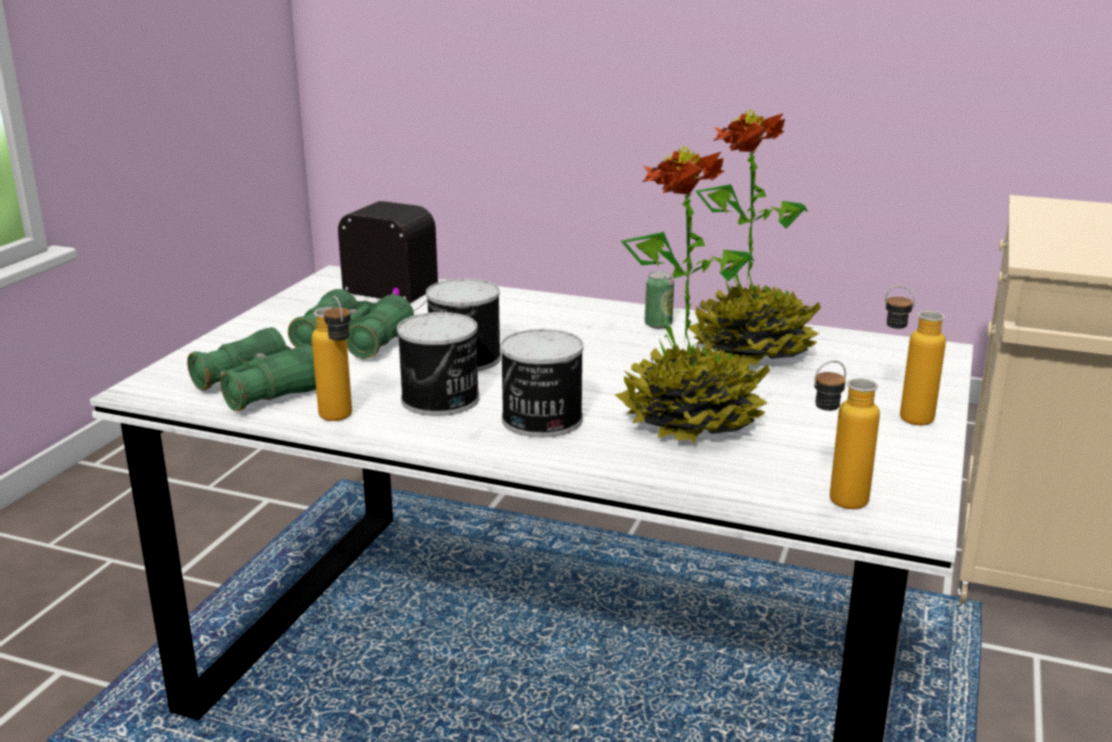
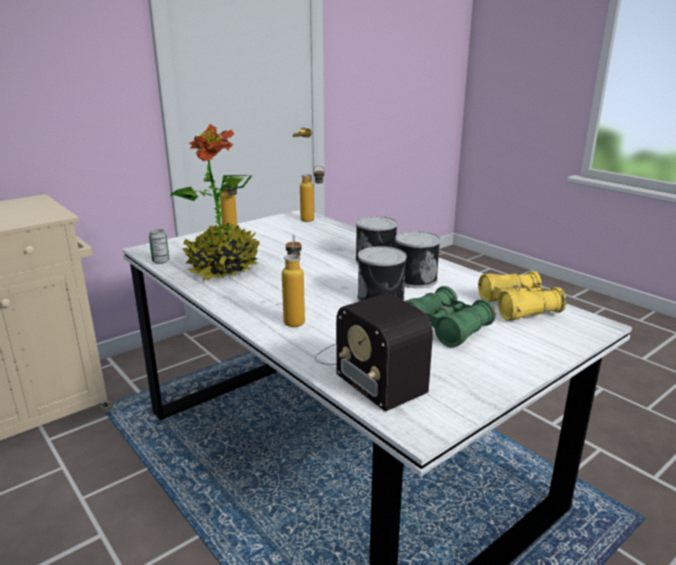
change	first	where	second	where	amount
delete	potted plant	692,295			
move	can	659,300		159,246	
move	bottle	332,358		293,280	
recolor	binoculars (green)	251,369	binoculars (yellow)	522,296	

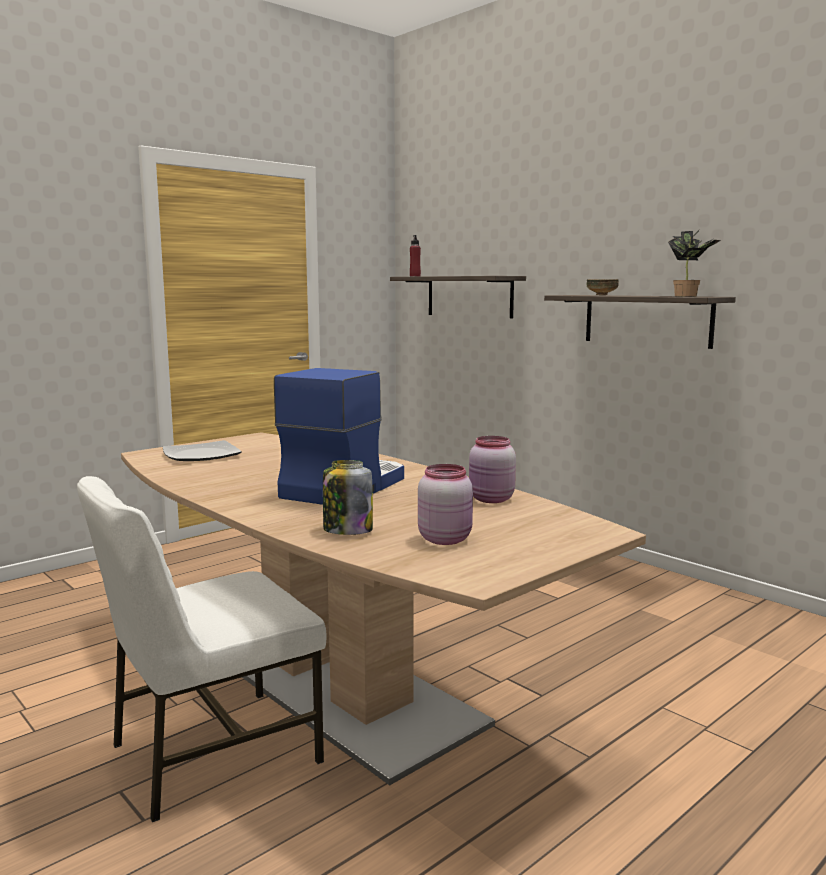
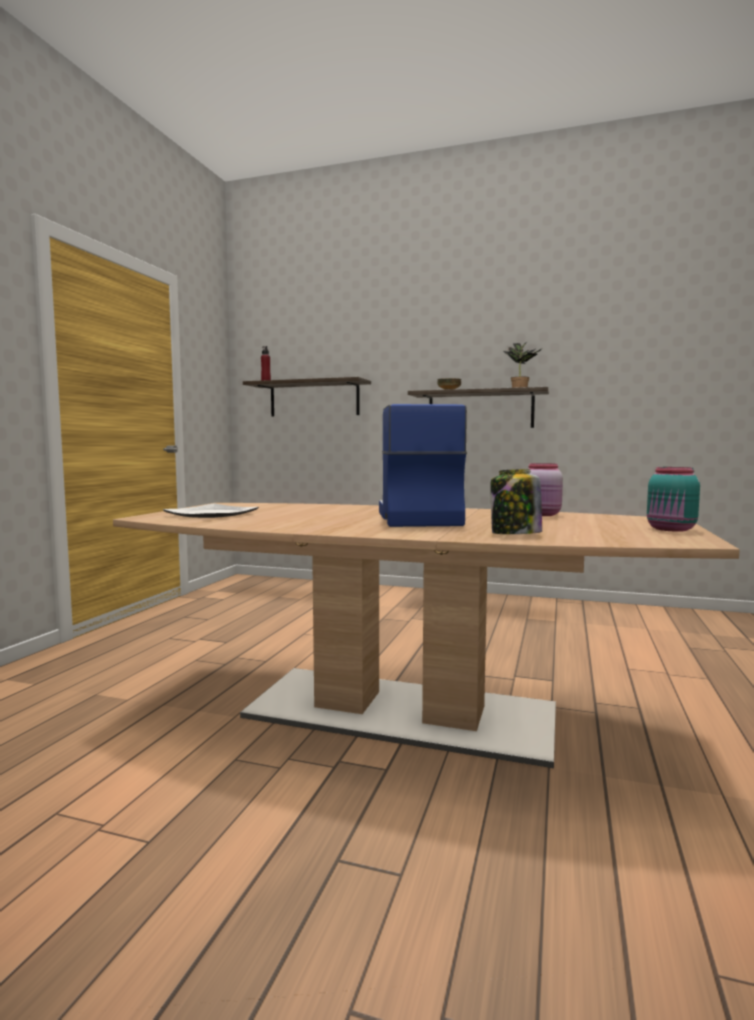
change	first	where	second	where	amount
delete	jar (pink)	445,504			
delete	chair (white)	202,649			
insert			jar (turquoise)	673,499	

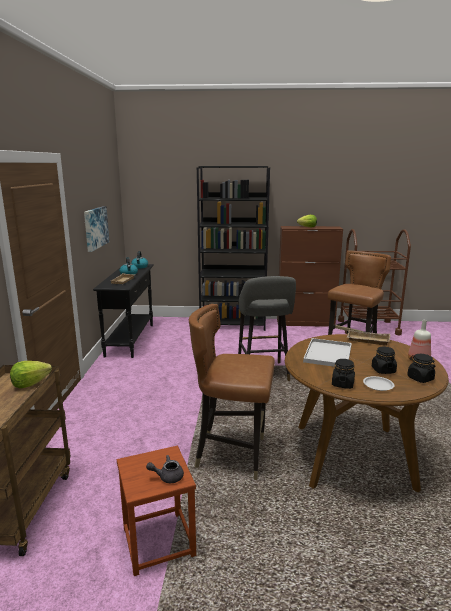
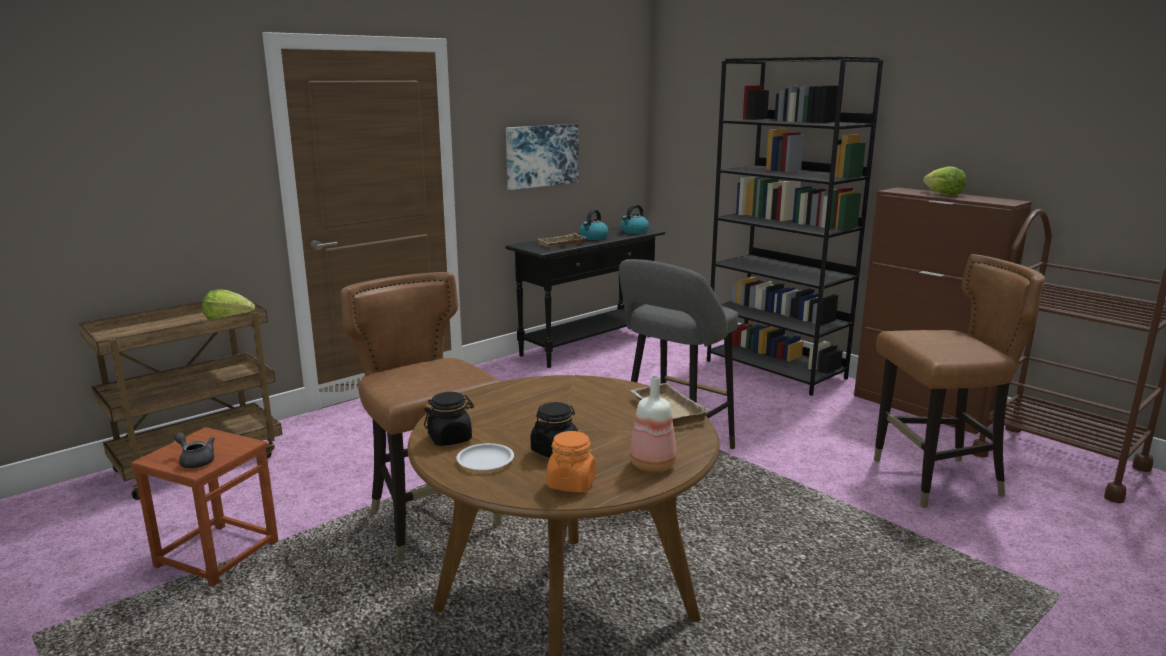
change	first	where	second	where	amount
delete	tray (white)	327,352			
recolor	jar (black)	421,368	jar (orange)	571,462	

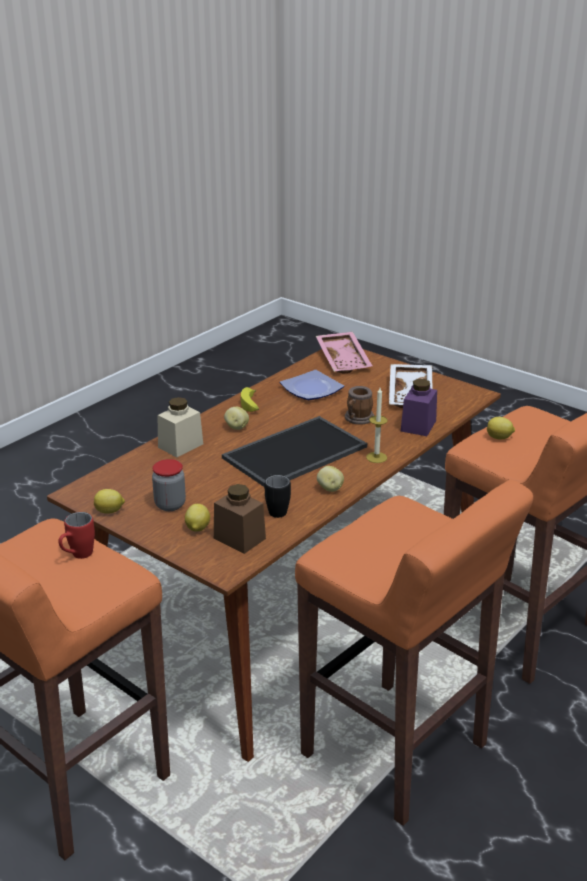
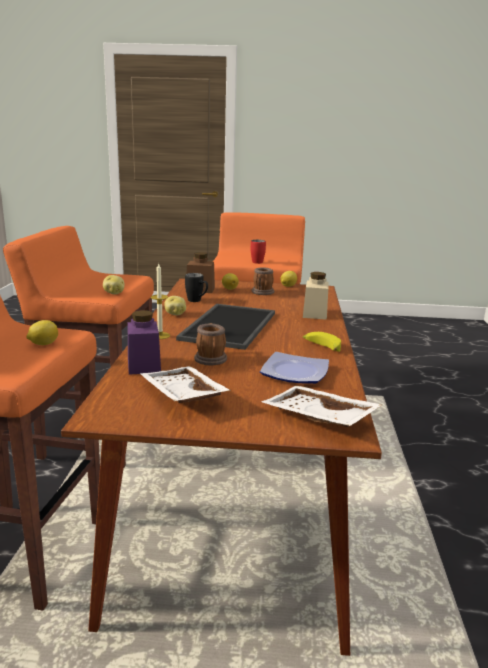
change	first	where	second	where	amount
recolor	tray (pink)	344,353	tray (white)	321,406	
move	potato	236,418		113,284	
replace	jar	169,485	mug	262,281	

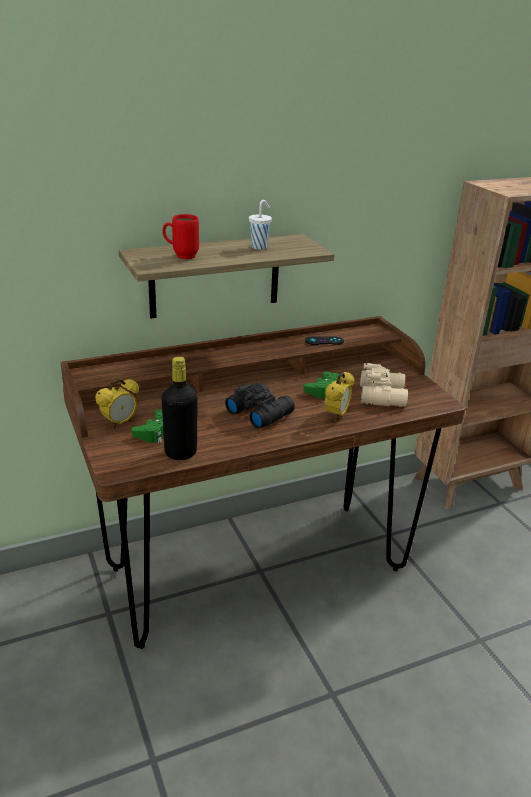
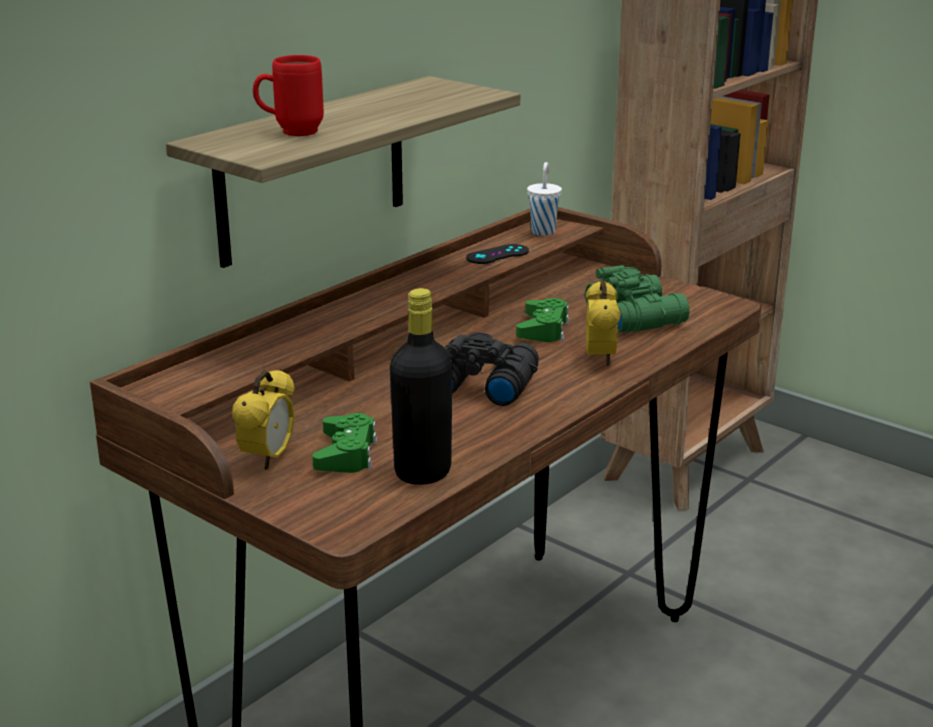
change	first	where	second	where	amount
move	cup (white)	260,225		544,198	
recolor	binoculars (beige)	384,385	binoculars (green)	637,299	

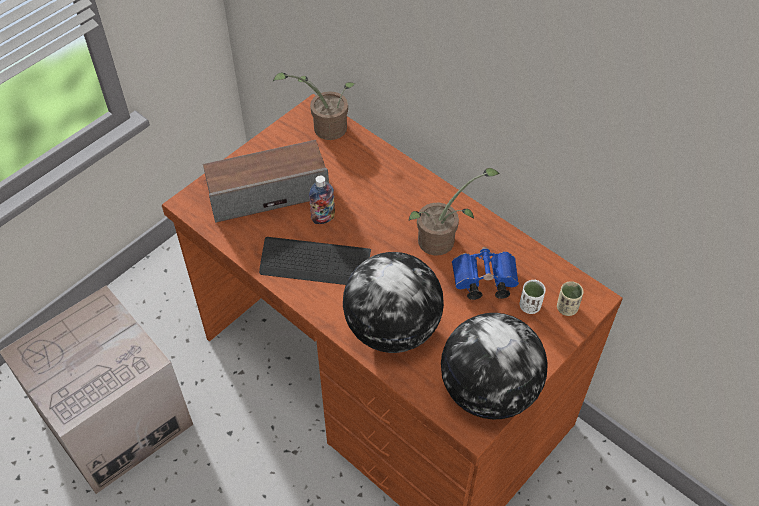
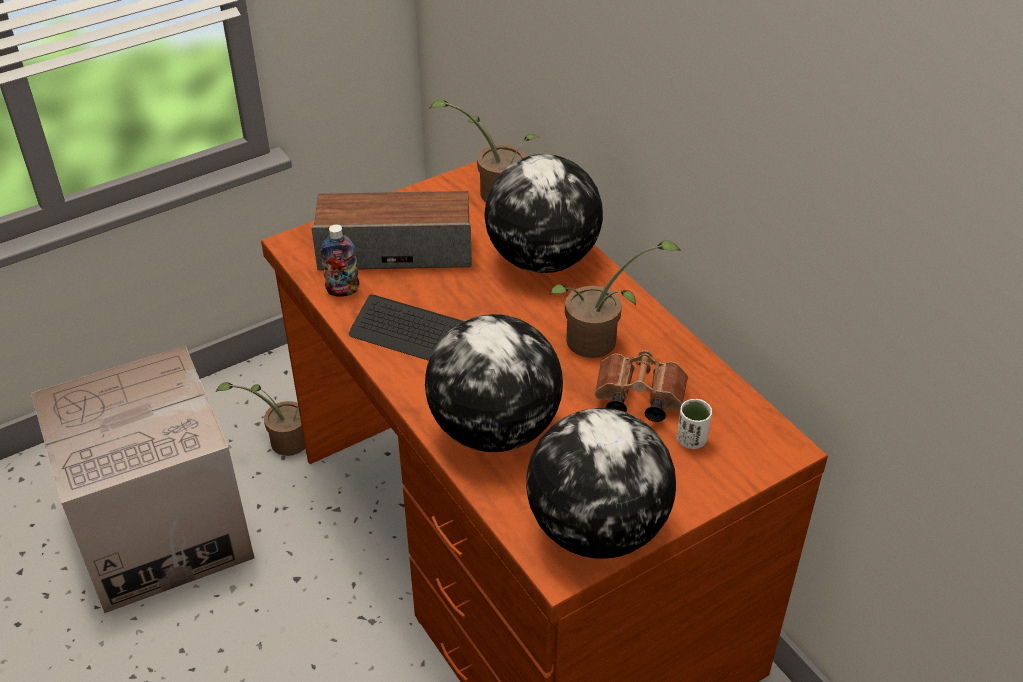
change	first	where	second	where	amount
move	bottle	322,200		340,261	
recolor	binoculars (blue)	485,273	binoculars (brown)	641,386	
delete	cup (beige)	570,298			
insert			globe	543,213	
insert			potted plant	260,419	

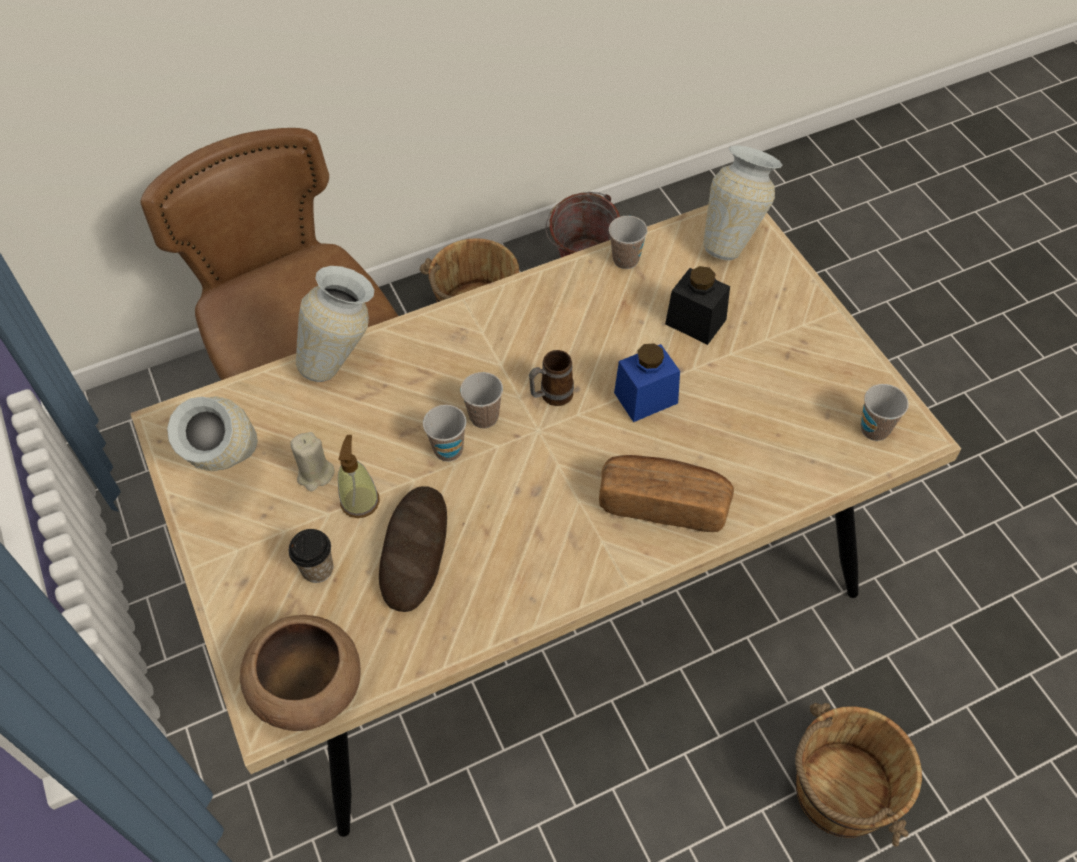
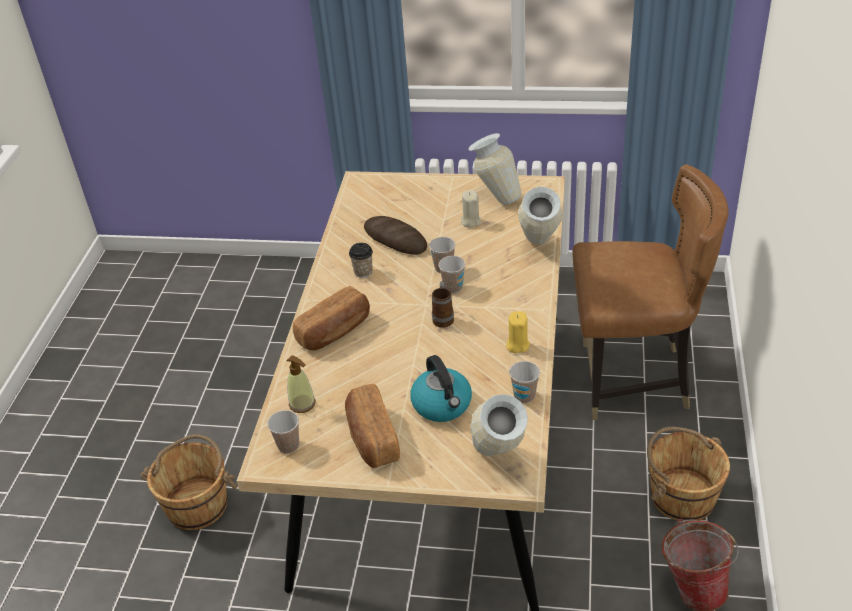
change	first	where	second	where	amount
replace	jar (black)	697,305	kettle	441,388	
delete	jar (blue)	647,383			
move	soap dispenser	359,476		301,384	
move	cup	311,556		361,260	
delete	bowl (brown)	300,673			
insert			candle (yellow)	518,332	
insert			bread	372,426	

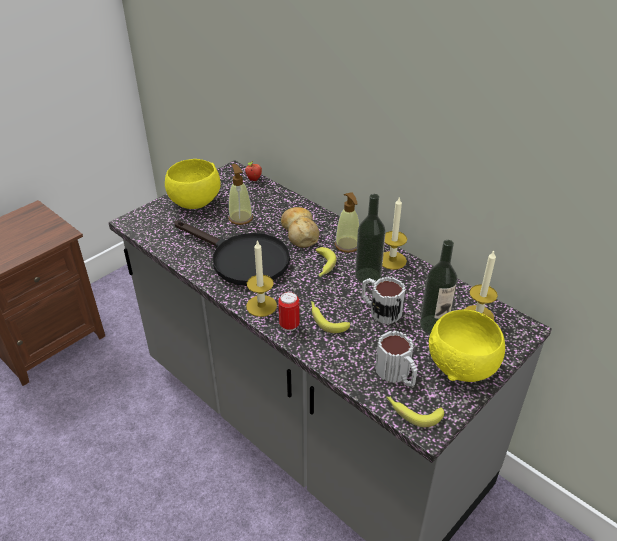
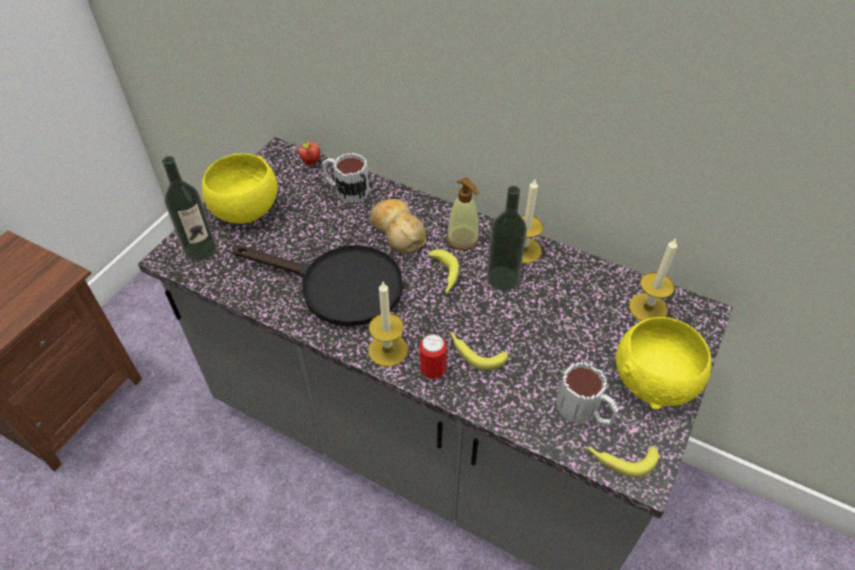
change	first	where	second	where	amount
delete	soap dispenser	241,194			
move	bottle	438,287		189,208	
move	mug	383,300		346,178	

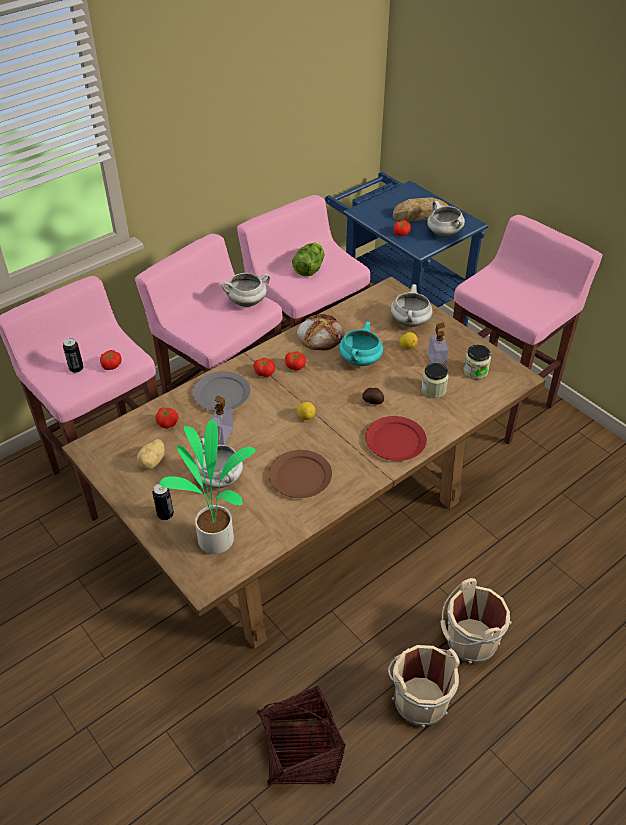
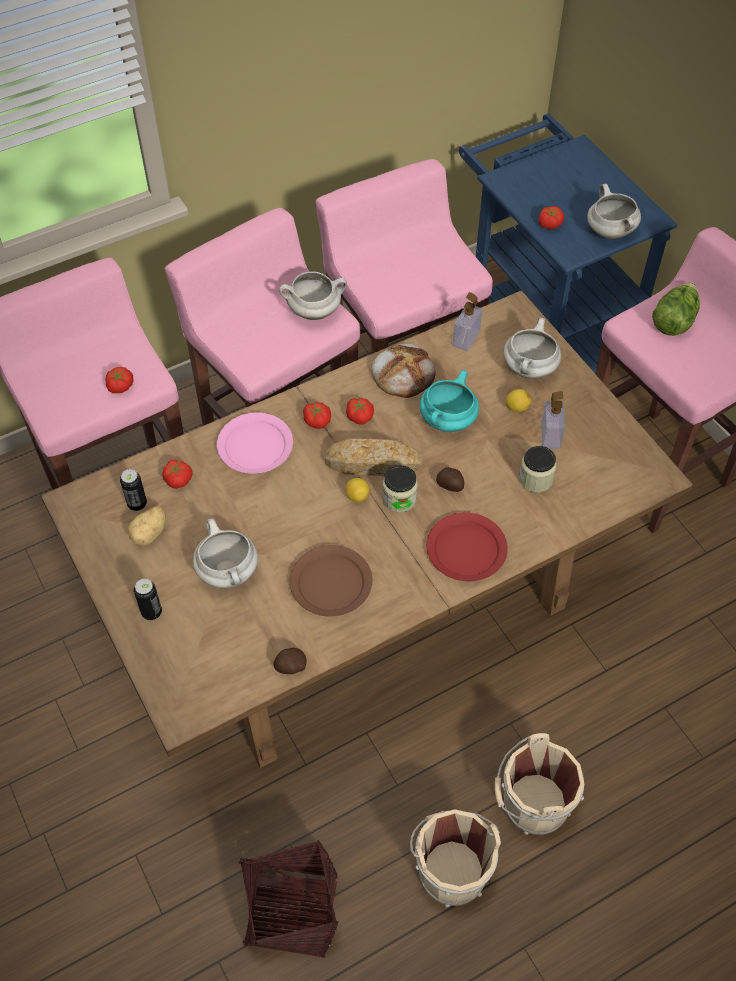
change	first	where	second	where	amount
move	bread	421,209		373,457	
move	lettuce	308,259		676,309	
move	can	73,355		133,490	
move	jar	477,362		400,488	
recolor	plate (grey)	221,391	plate (pink)	255,443	
move	soap dispenser	222,420		467,321	
delete	potted plant	207,486			
insert			potato	290,661	

